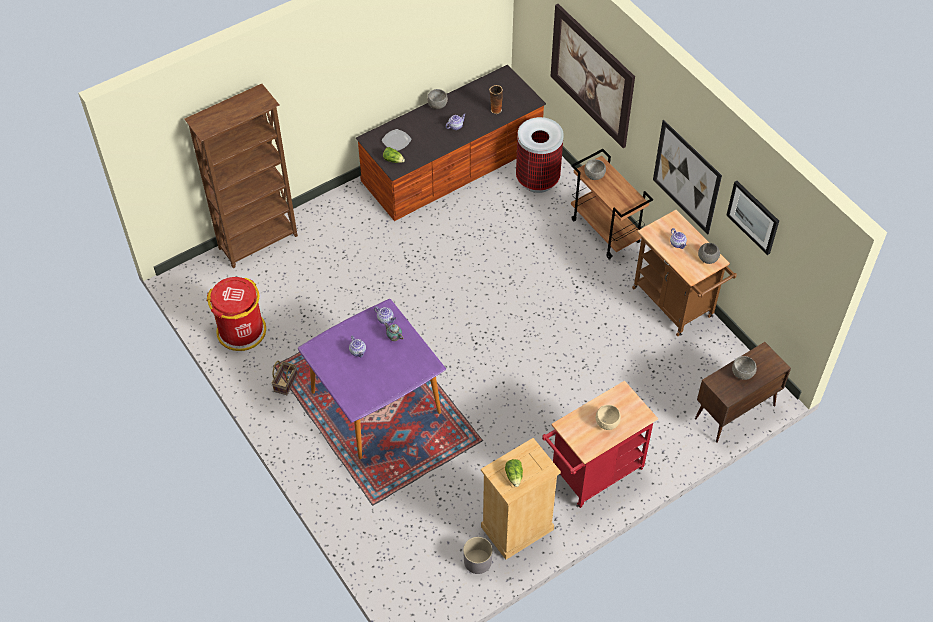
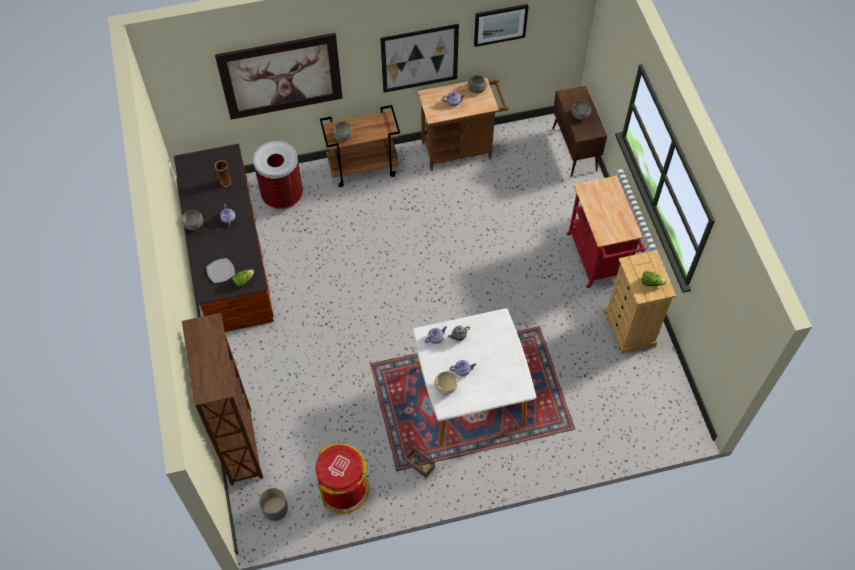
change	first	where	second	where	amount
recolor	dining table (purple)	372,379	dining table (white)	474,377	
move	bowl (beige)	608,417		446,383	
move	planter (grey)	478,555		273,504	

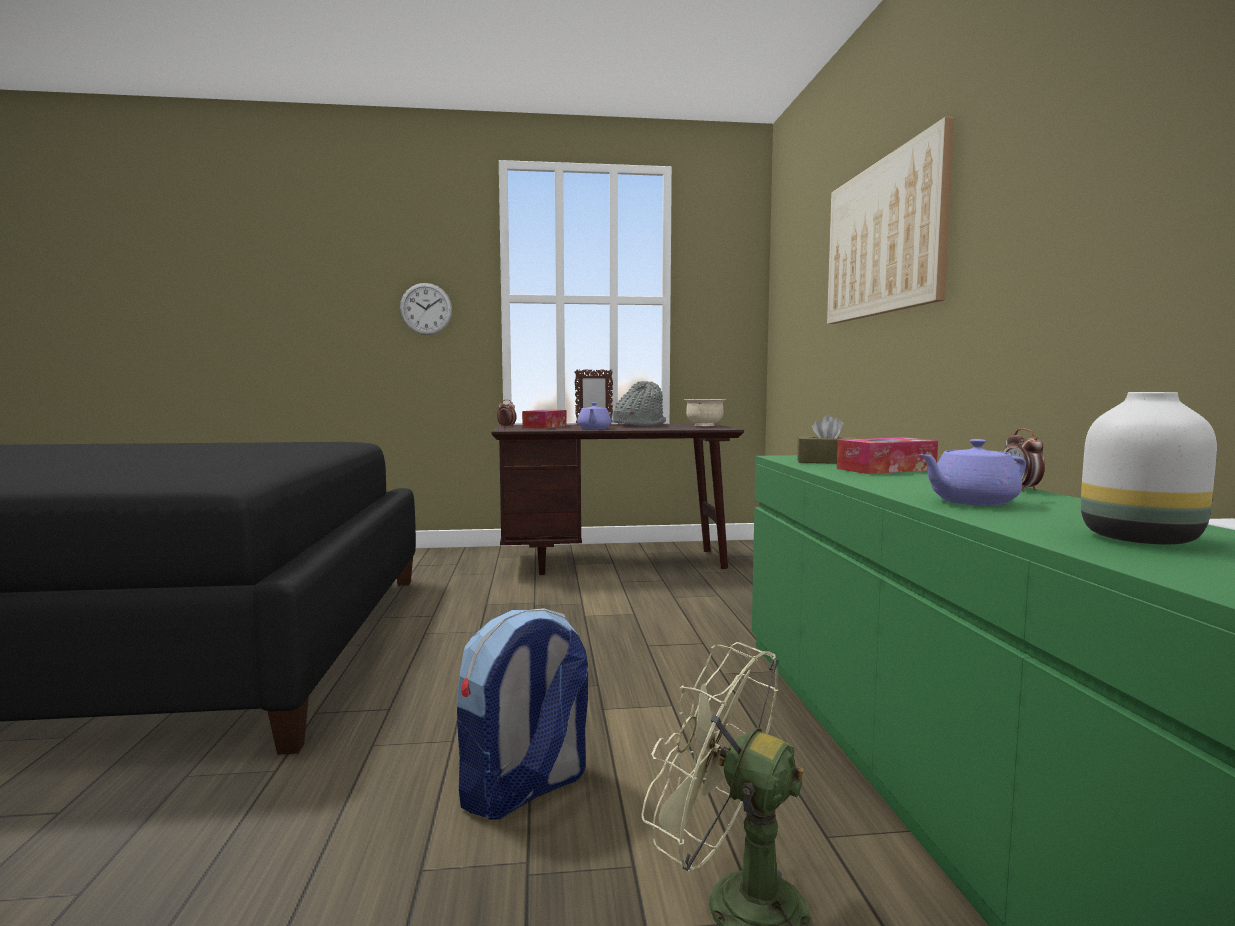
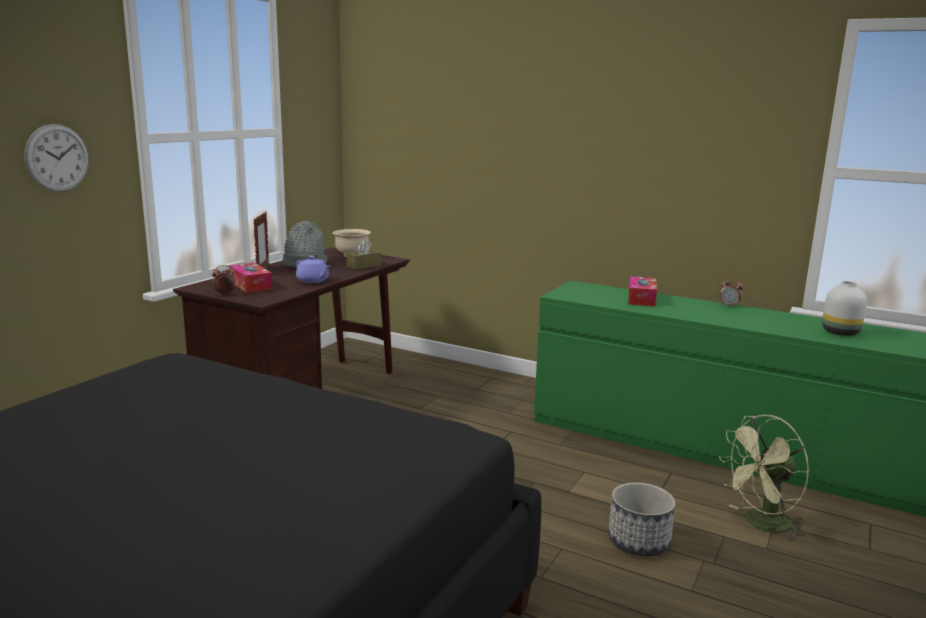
change	first	where	second	where	amount
delete	picture	890,220			
move	tissue box (brown)	826,439		364,255	
delete	teapot (purple)	972,472			
replace	backpack	522,714	planter	642,519	

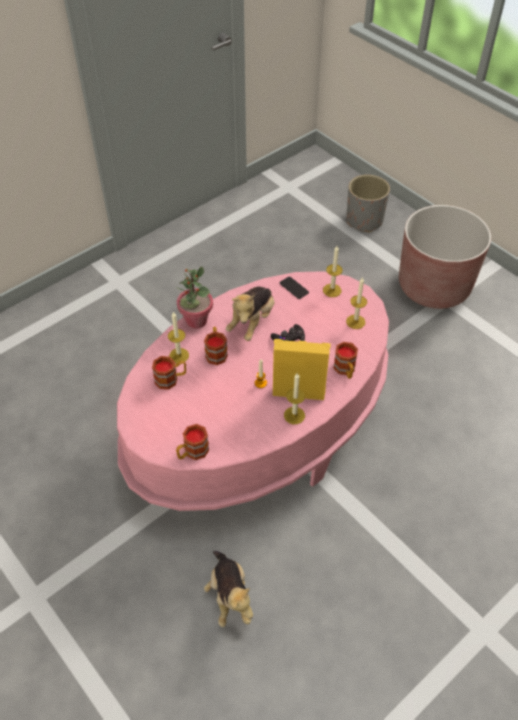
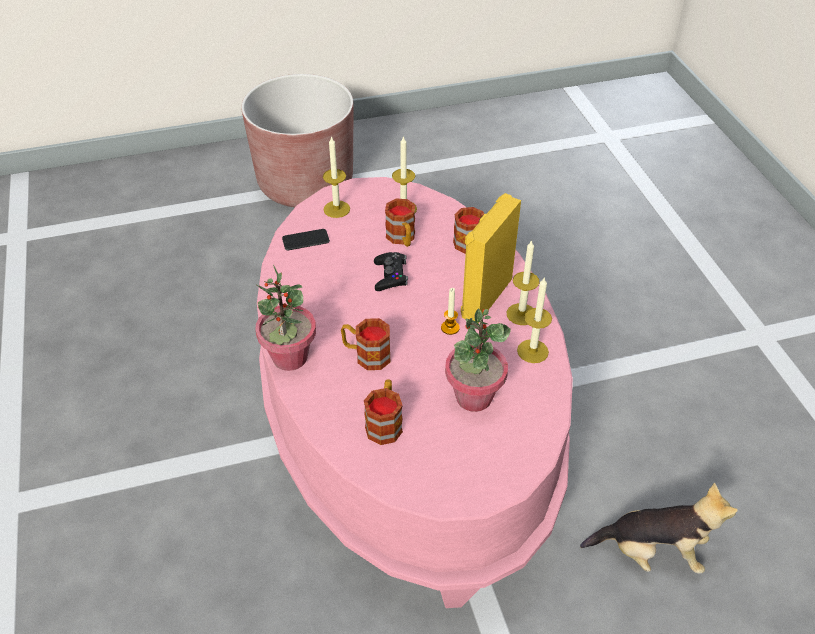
change	first	where	second	where	amount
delete	planter (grey)	368,203			
delete	plush toy	250,314			
move	candle	178,337		534,320	
move	mug	192,442		400,222	
insert			potted plant	478,360	

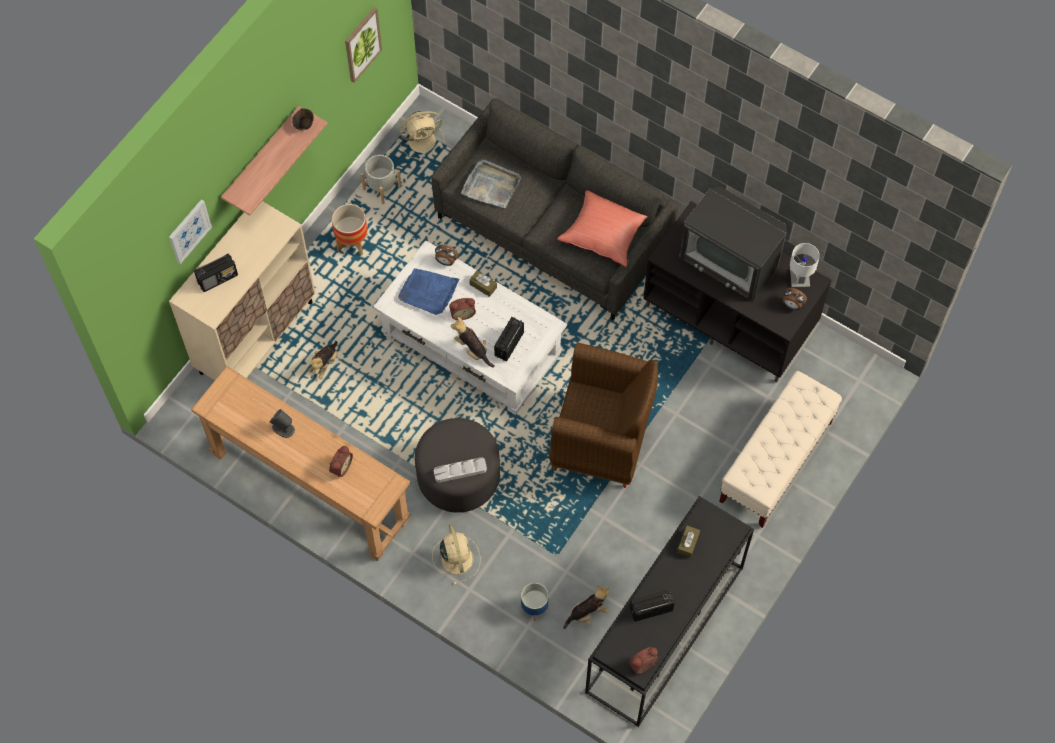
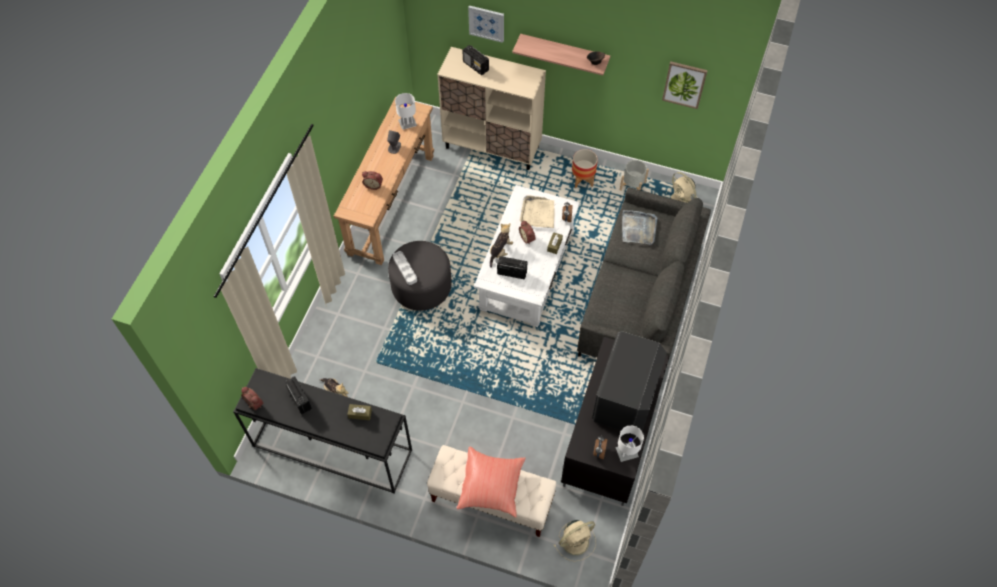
change	first	where	second	where	amount
move	pillow (red)	602,228		491,482	
recolor	tray (blue)	428,291	tray (beige)	537,211	
delete	plush toy	323,360			
delete	armchair (brown)	603,415			
move	fan (beige)	456,554		574,541	
delete	planter	534,602			
insert			table lamp (white)	406,111	

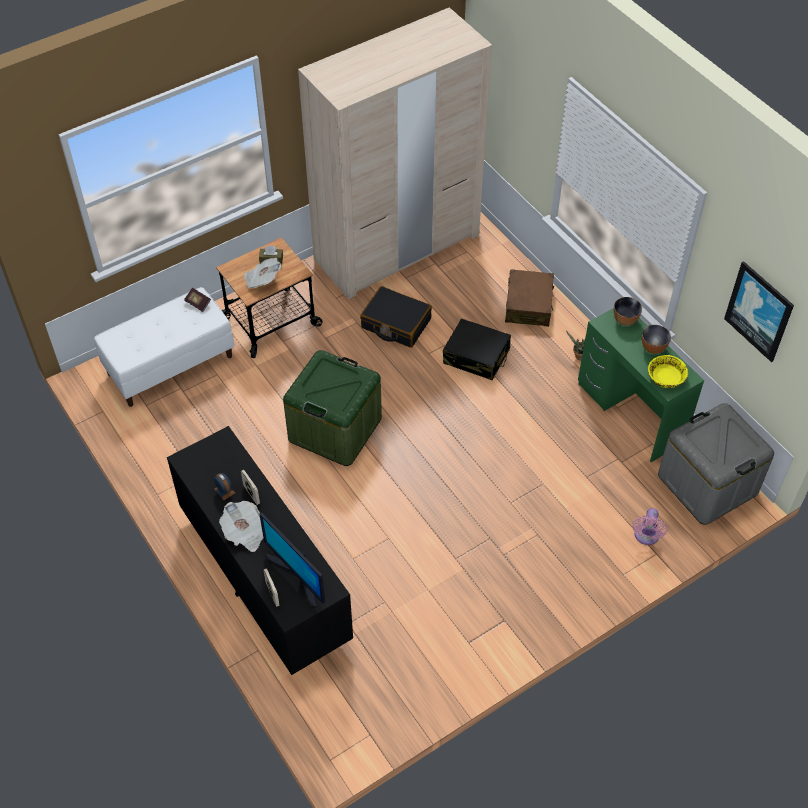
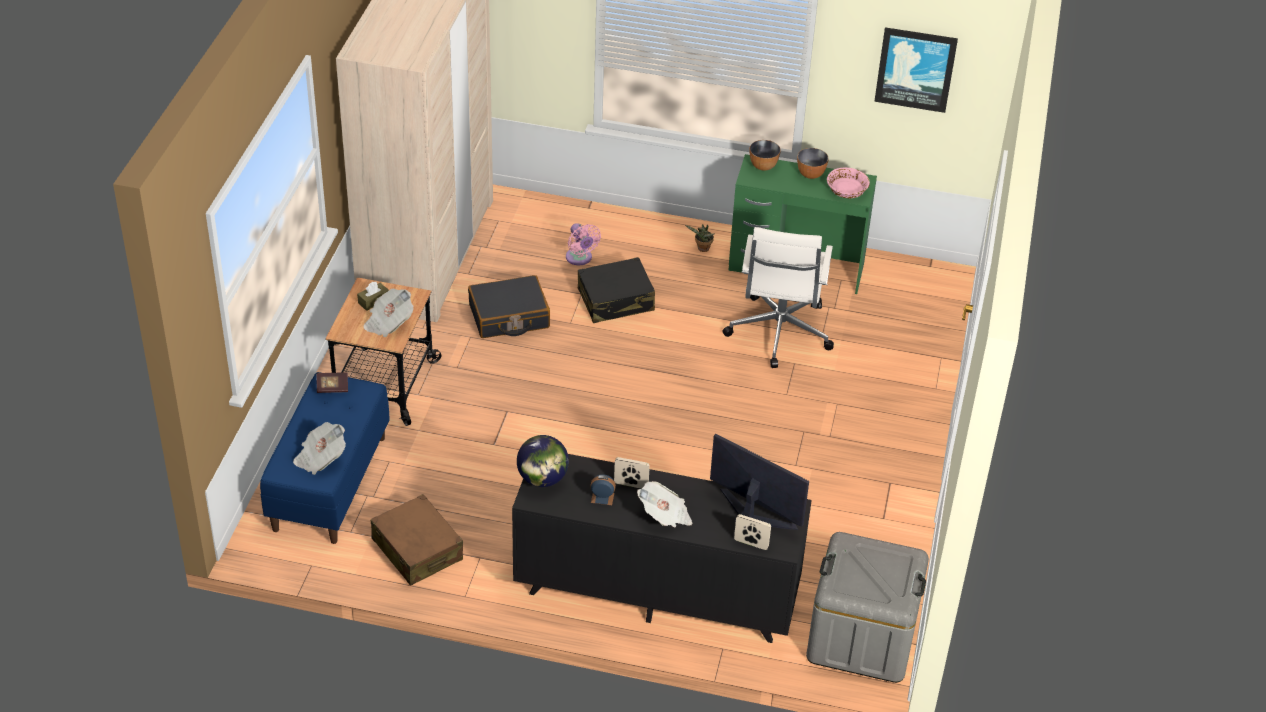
change	first	where	second	where	amount
move	suitcase (brown)	529,298		417,540	
recolor	bench (white)	164,347	bench (blue)	325,458	
delete	storage box (green)	332,408			
recolor	bowl (yellow)	668,371	bowl (pink)	848,182	
move	storage box (grey)	716,464		867,607	
move	fan (pink)	649,526		583,244	
rotate	monitor	292,559		759,482	150 degrees counterclockwise
insert			office chair (white)	778,297	
insert			newspaper	319,448	
insert			globe	543,461	

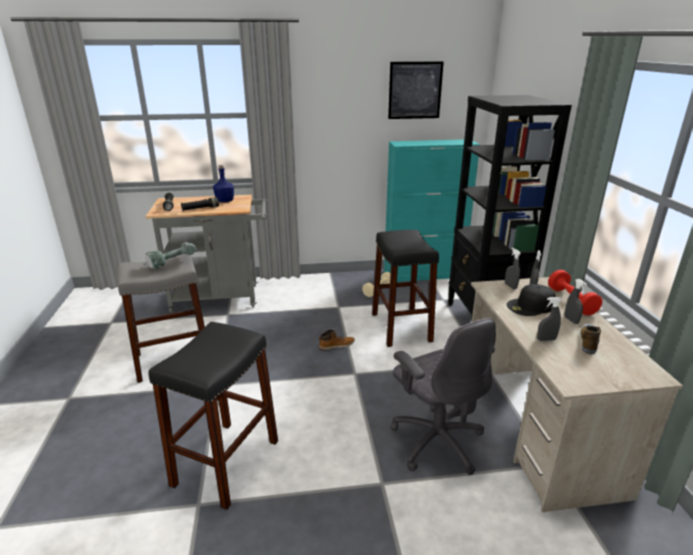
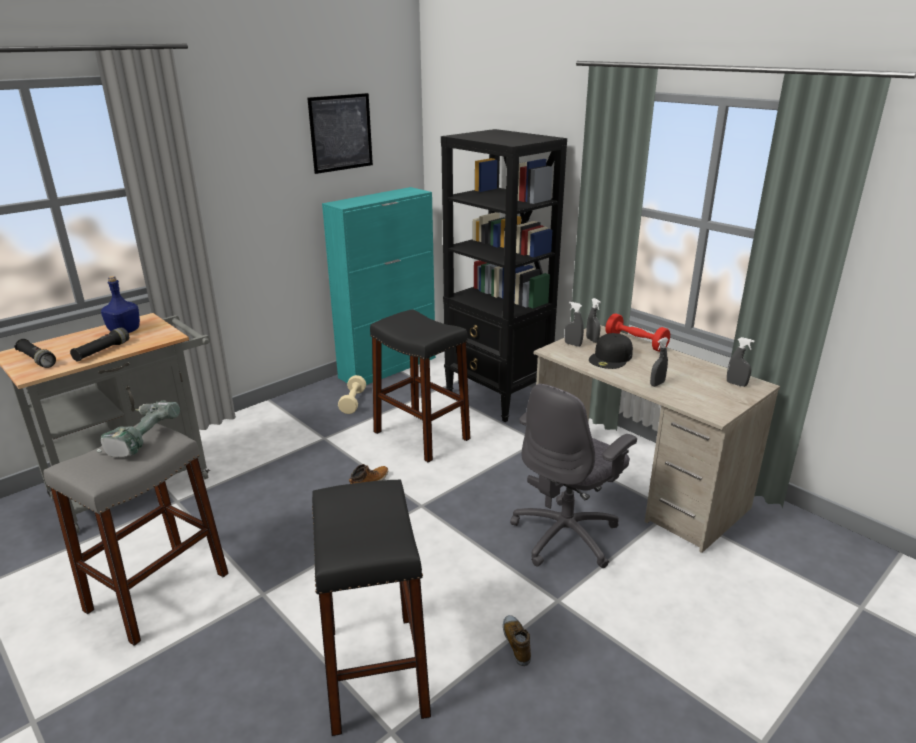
change	first	where	second	where	amount
move	spray bottle (grey)	576,301		740,362	
rotate	office chair (grey)	443,396		573,476	105 degrees clockwise
move	shoe	590,339		517,640	

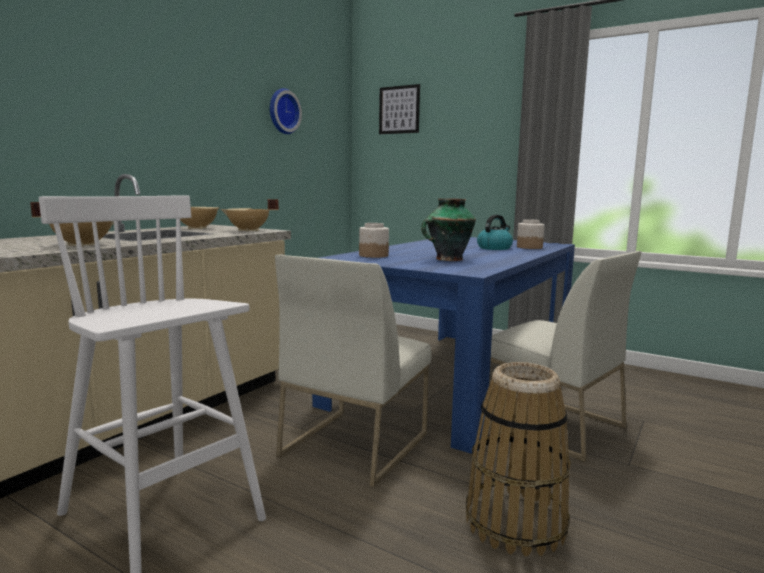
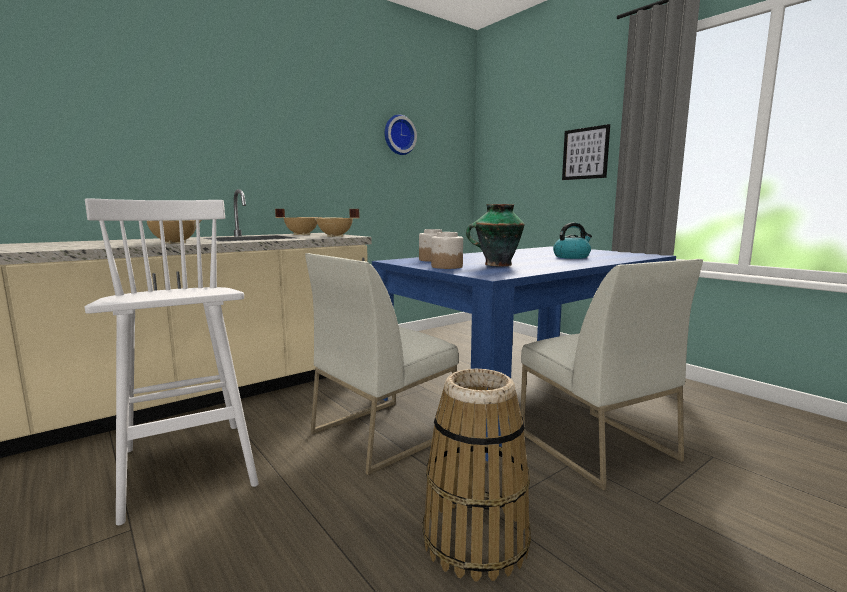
change	first	where	second	where	amount
move	picture	399,109		586,152	
move	jar	530,234		447,250	

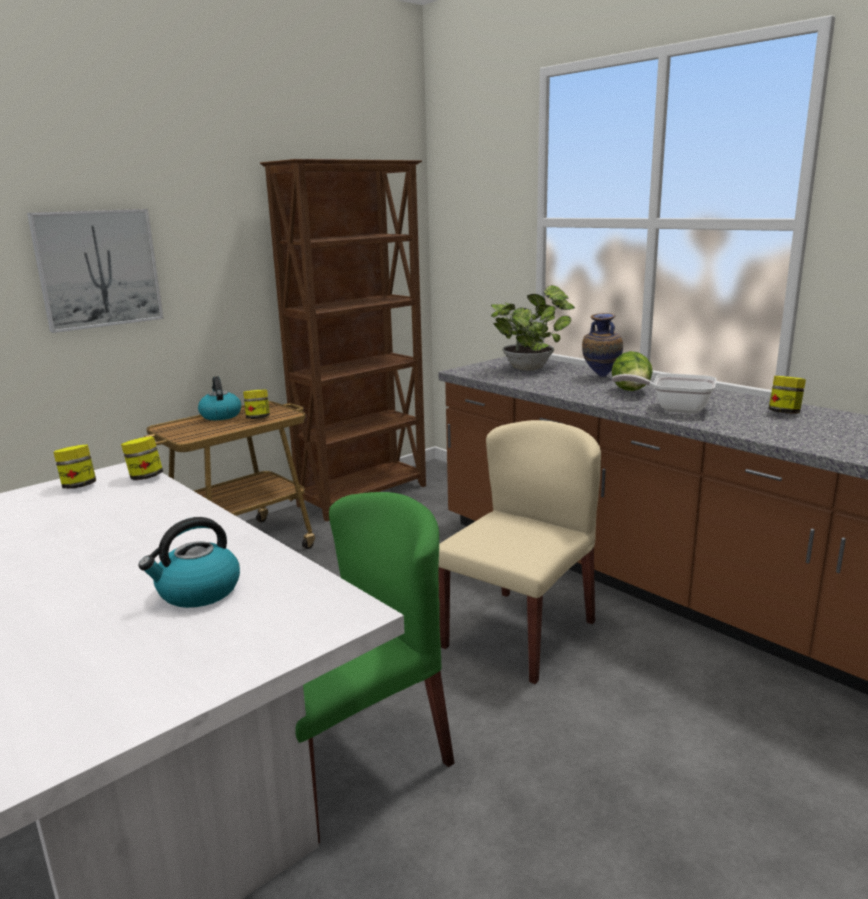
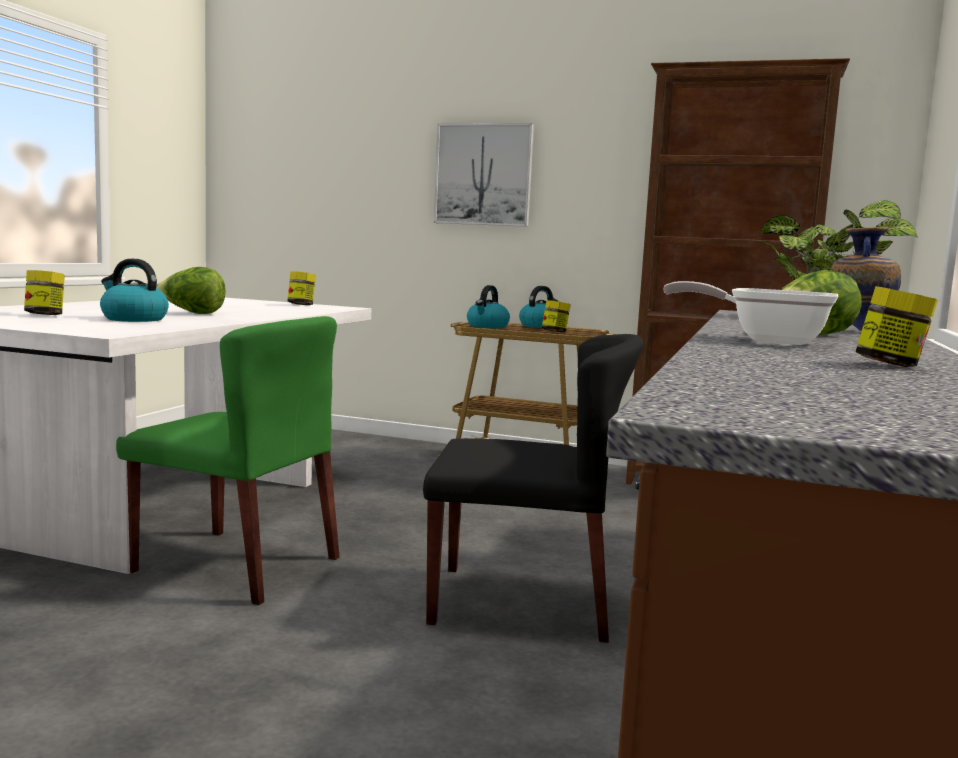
change	first	where	second	where	amount
rotate	frying pan	664,393		750,313	60 degrees counterclockwise
recolor	chair (beige)	519,552	chair (black)	533,488	
move	jar	142,458		44,292	
insert			lettuce	190,290	
insert			kettle	488,306	

